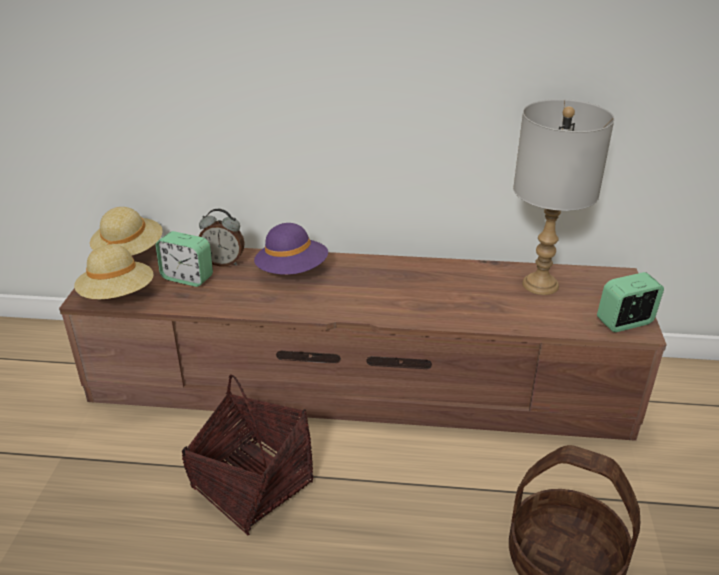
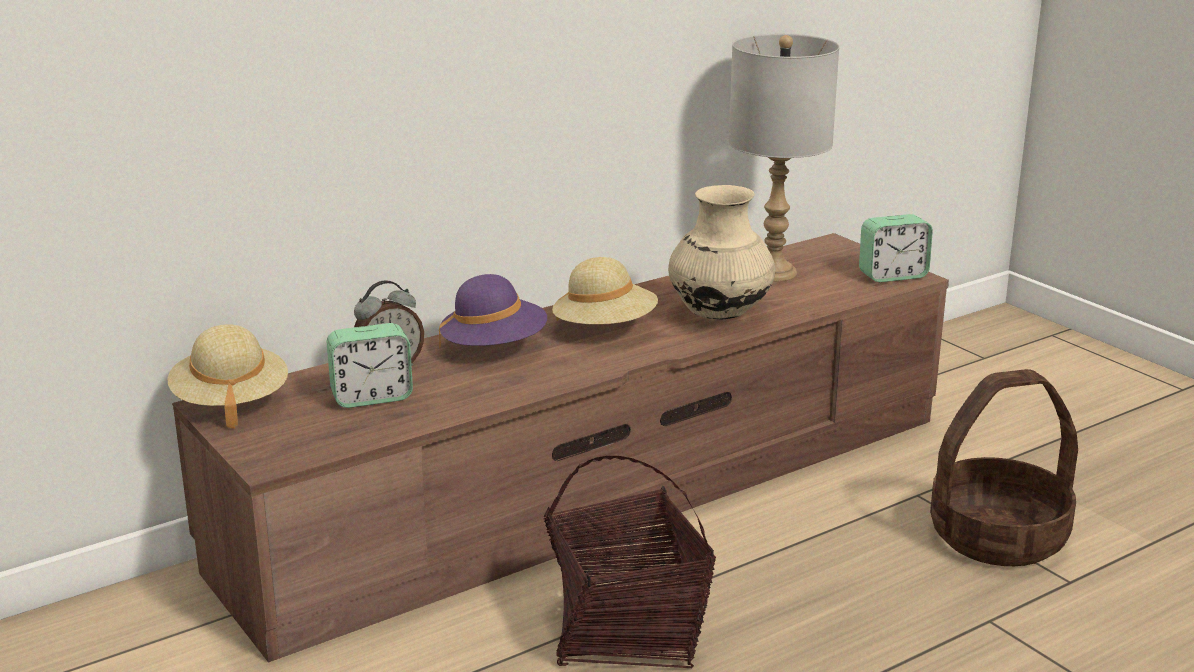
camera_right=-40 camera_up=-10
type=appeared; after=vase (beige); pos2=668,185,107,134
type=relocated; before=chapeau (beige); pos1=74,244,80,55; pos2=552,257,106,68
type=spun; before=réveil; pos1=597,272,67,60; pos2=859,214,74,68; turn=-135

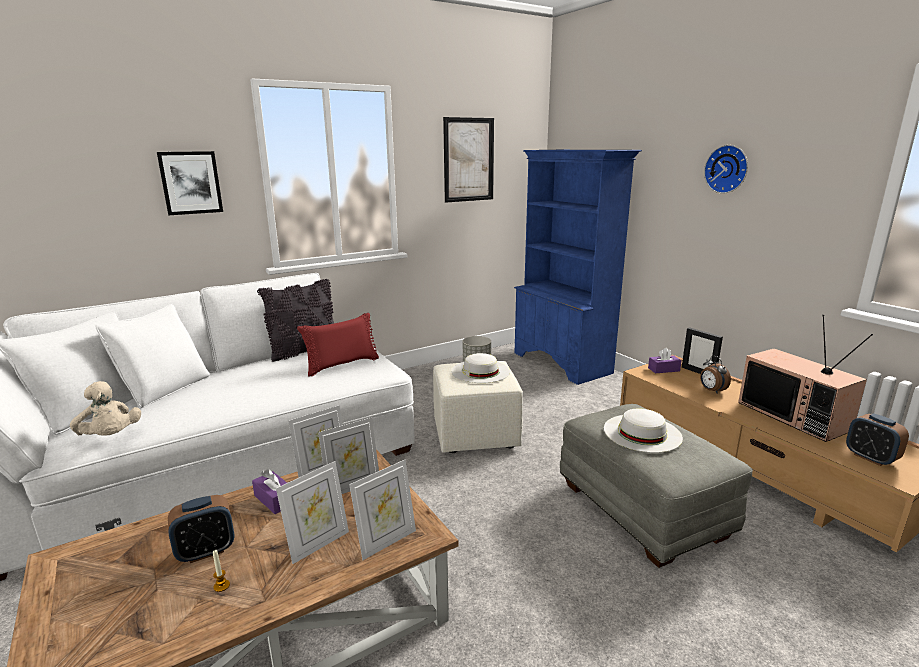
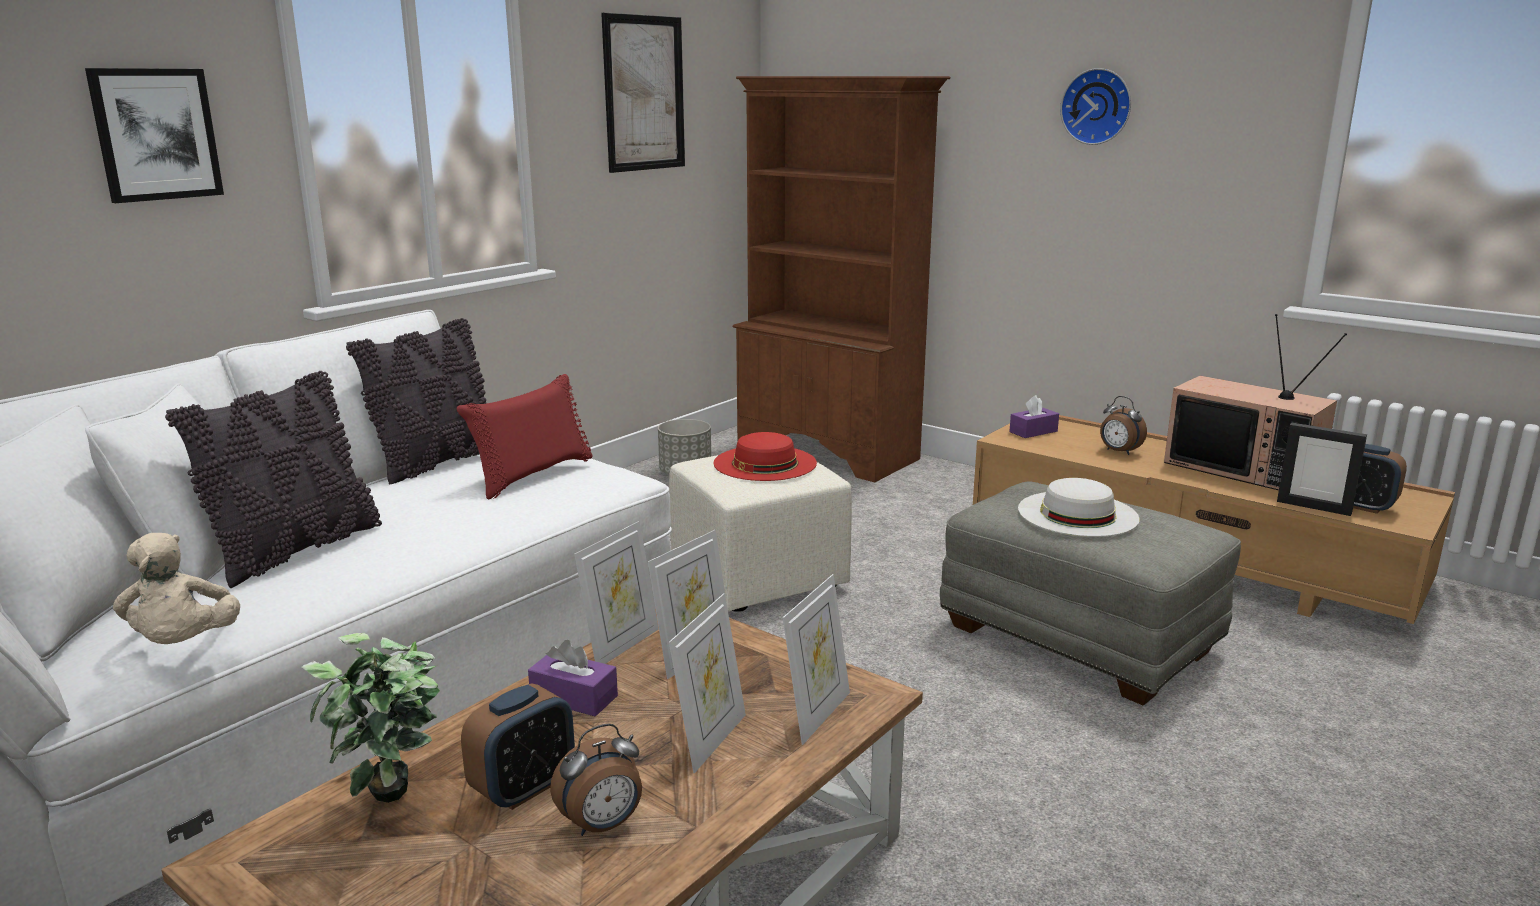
camera_right=-20 camera_up=0
type=appeared; after=coussin (noir); pos2=165,371,217,217
type=appeared; after=plante en pot; pos2=302,633,138,170
type=relocated; before=cadre photo; pos1=682,327,41,47; pos2=1277,423,90,93
type=exchanged; before=bougie; after=réveil; pos1=213,550,17,42; pos2=550,723,92,113
type=colour; before=chapeau (blanc); after=chapeau (rouge); pos1=452,353,58,30; pos2=714,432,103,49
type=colour; before=bibliothèque (bleu); after=bibliothèque (marron); pos1=514,150,128,235; pos2=733,76,218,406
type=spun; before=peluche (beige); pos1=70,381,71,54; pos2=113,533,127,111; turn=45

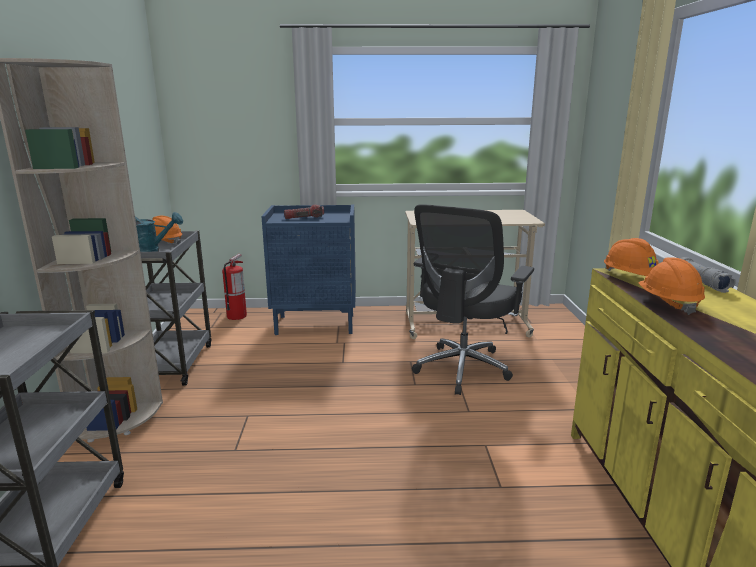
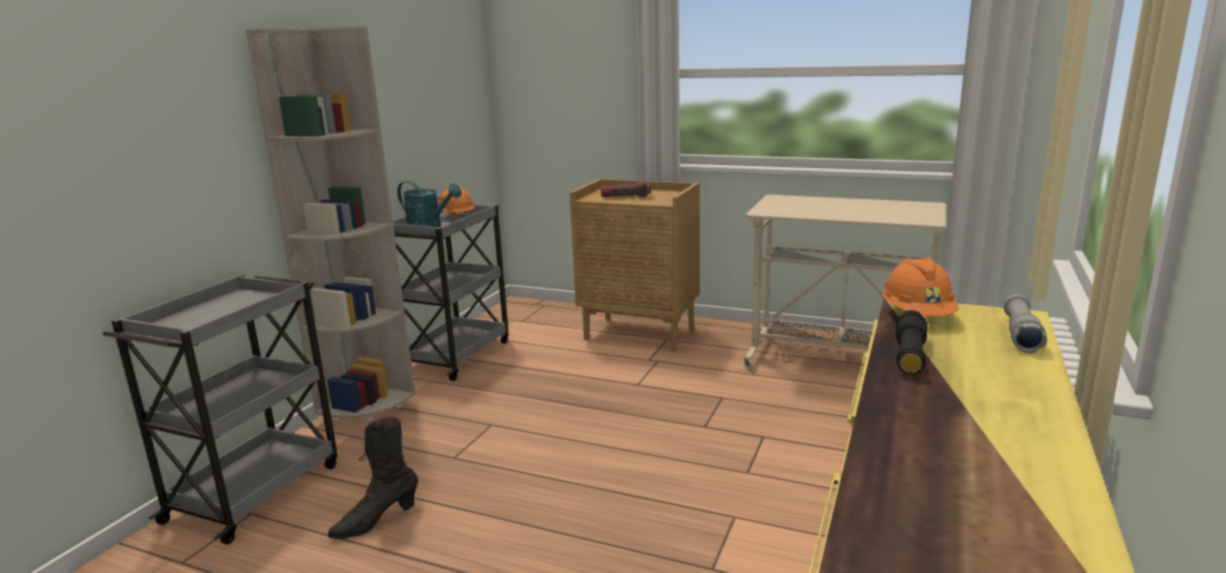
camera_right=25 camera_up=0
type=missing; before=extincteur; pos1=222,254,25,66
type=missing; before=chaise de bureau; pos1=412,204,122,191
type=appeared; after=botte (noir); pos2=328,417,91,122
type=exchanged; before=casque de chantier (orange); after=lampe de poche (noir); pos1=638,257,67,58; pos2=896,310,32,65
type=colour; before=meuble de rangement (bleu); after=meuble de rangement (marron); pos1=261,204,95,131; pos2=570,178,130,174

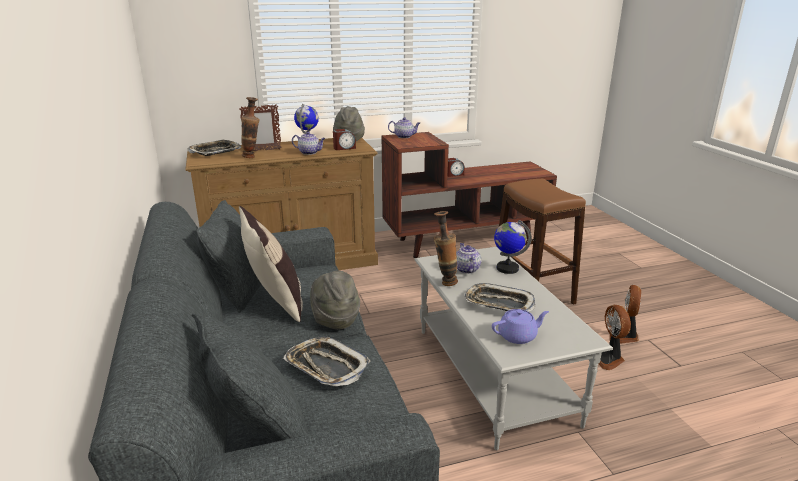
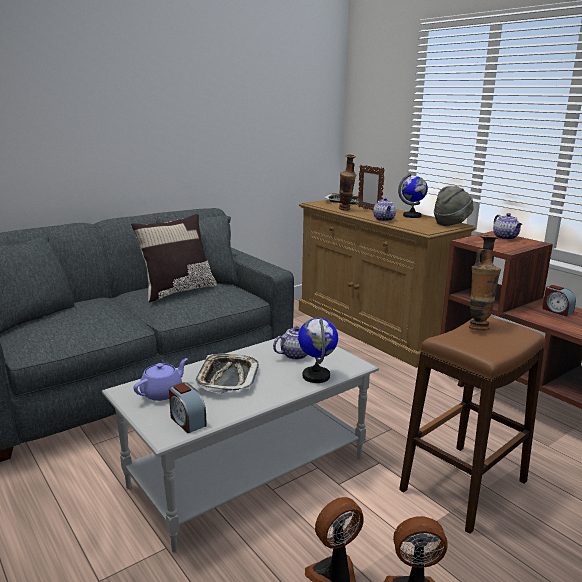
camera_right=70 camera_up=-5
type=missing; before=plateau; pos1=283,337,87,49
type=missing; before=chapeau (gris); pos1=310,270,50,59
type=relocated; before=réveil; pos1=333,129,23,21; pos2=169,382,38,51
type=relocated; before=vase; pos1=433,211,25,75; pos2=469,235,32,96
type=spun; before=théière (violet); pos1=492,309,57,35; pos2=134,358,54,43; turn=-105

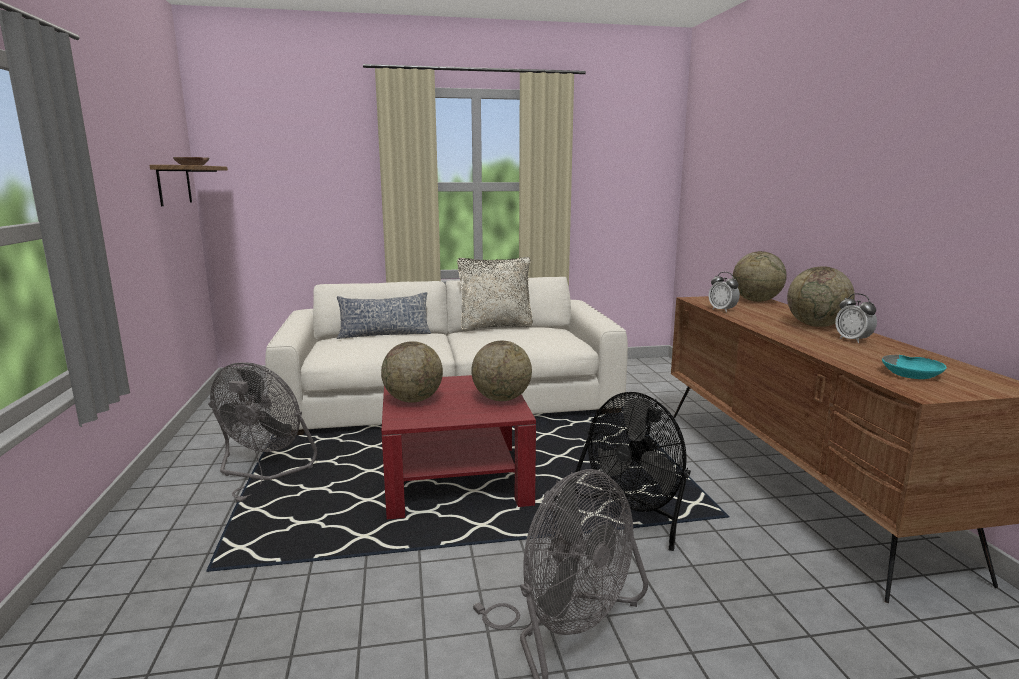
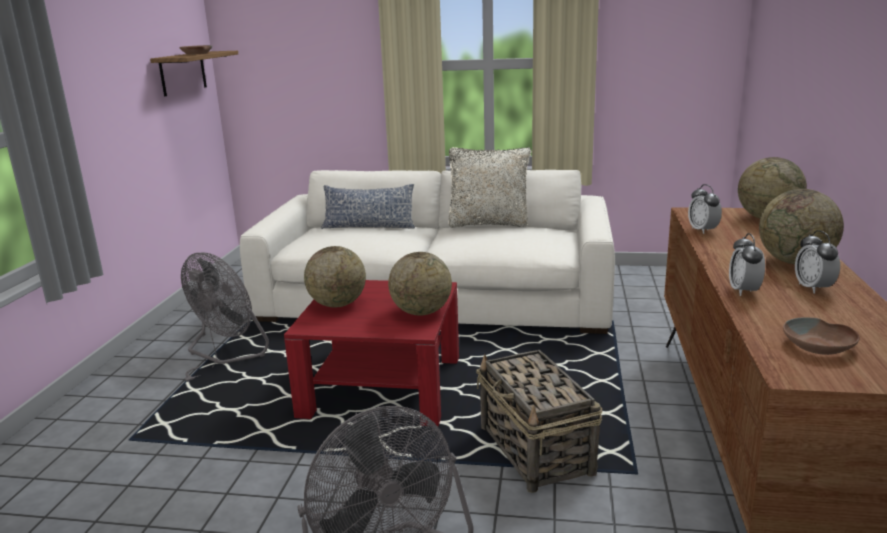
camera_right=20 camera_up=5
type=appeared; after=réveil; pos2=729,233,36,63
type=exchanged; before=ventilateur (noir); after=panier; pos1=575,392,116,159; pos2=476,350,126,143
type=colour; before=bol (turquoise); after=bol (marron); pos1=882,355,65,24; pos2=783,317,77,38

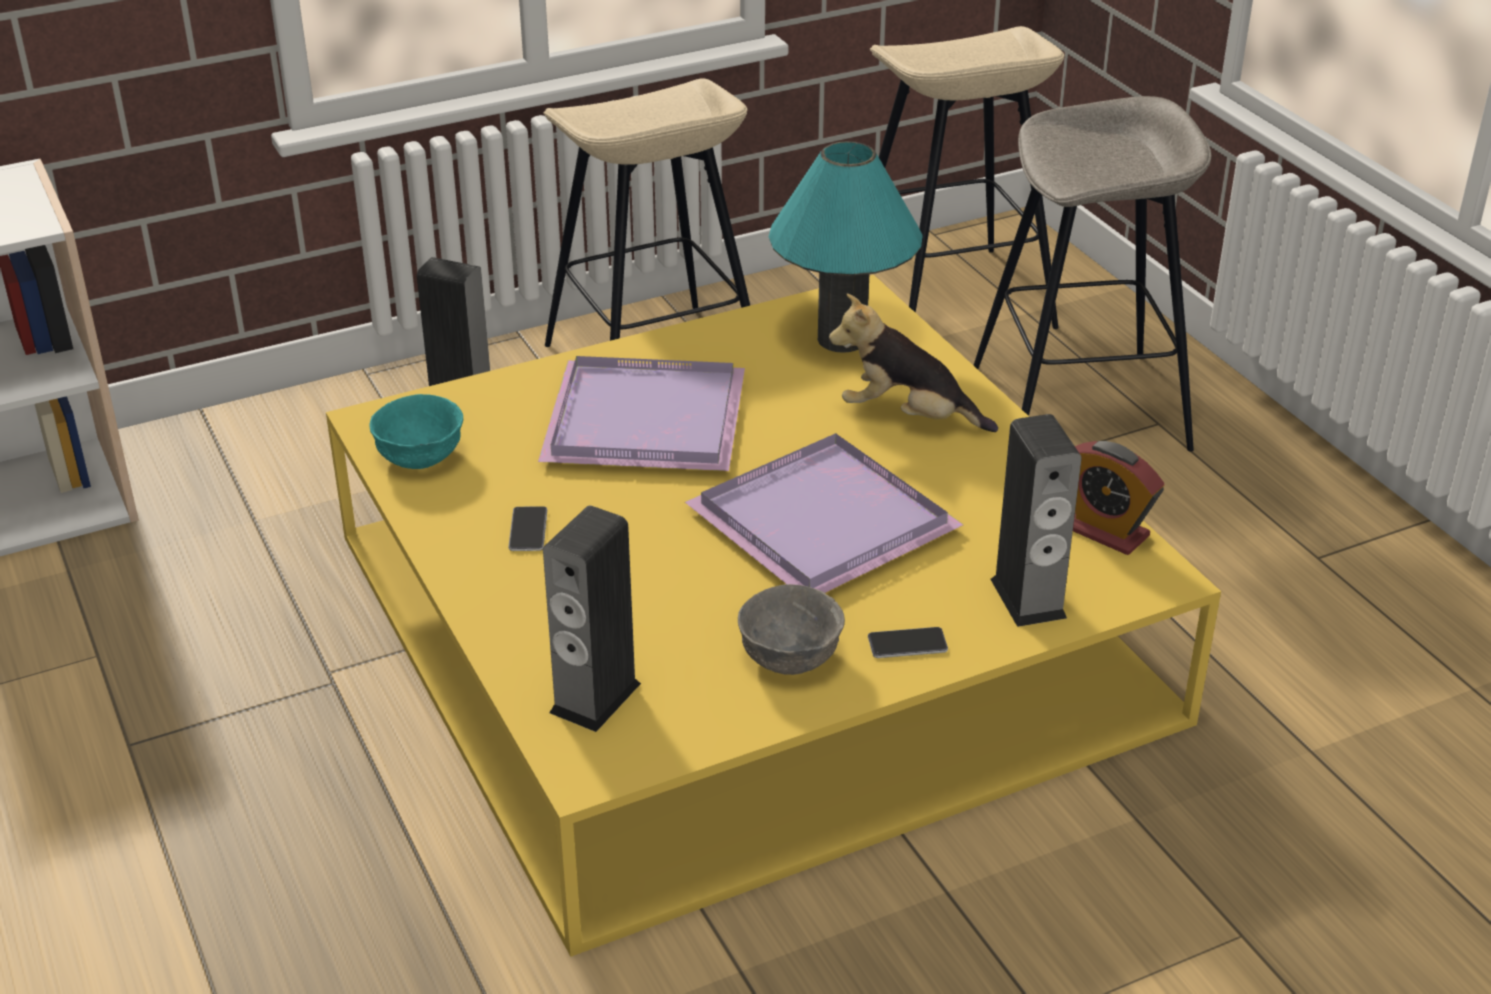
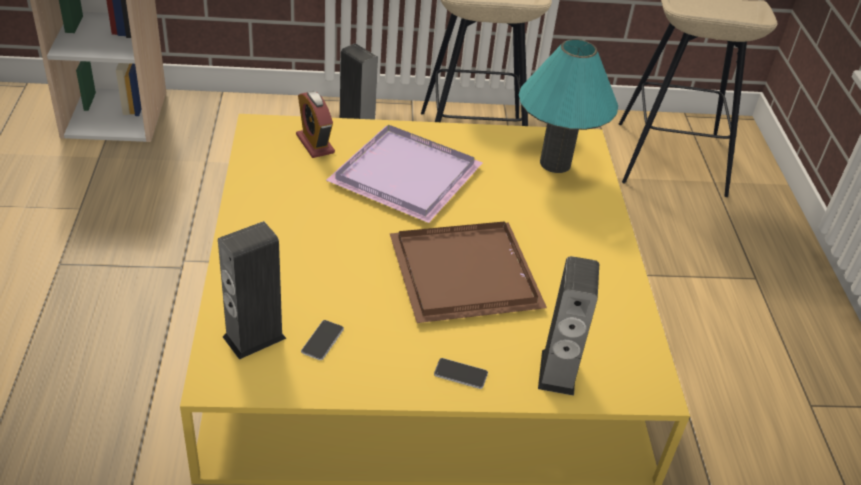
camera_right=20 camera_up=5
type=missing; before=bol (turquoise); pos1=369,394,94,75
type=missing; before=bol (gris); pos1=738,584,107,91
type=missing; before=peluche; pos1=829,294,169,138
type=missing; before=tabouret (gris); pos1=973,96,238,356
type=relocated; before=téléphone; pos1=508,506,39,45; pos2=301,320,43,40
type=relocated; before=réveil; pos1=1073,441,92,114; pos2=296,91,39,67
type=colour; before=plateau (violet); after=plateau (marron); pos1=685,433,279,160; pos2=390,221,157,102

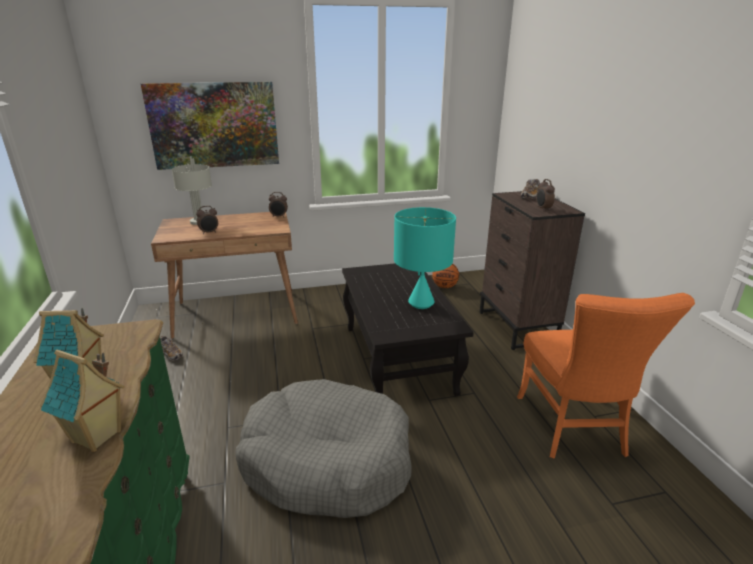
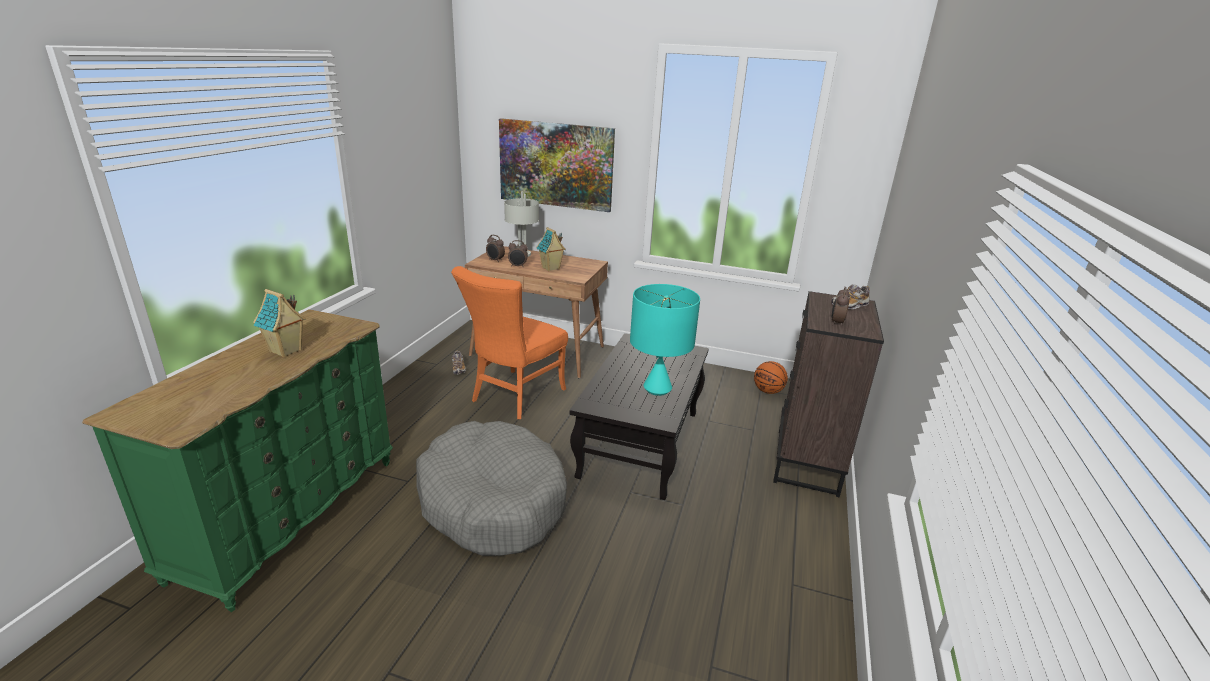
camera_right=30 camera_up=0
type=relocated; before=maison miniature; pos1=40,350,85,102; pos2=536,227,30,44
type=relocated; before=réveil; pos1=269,192,19,25; pos2=486,235,19,27
type=relocated; before=chaise (orange); pos1=517,293,178,166; pos2=451,266,117,153

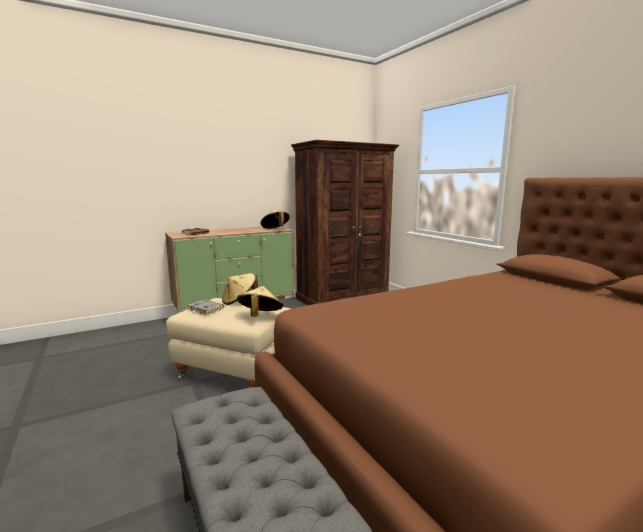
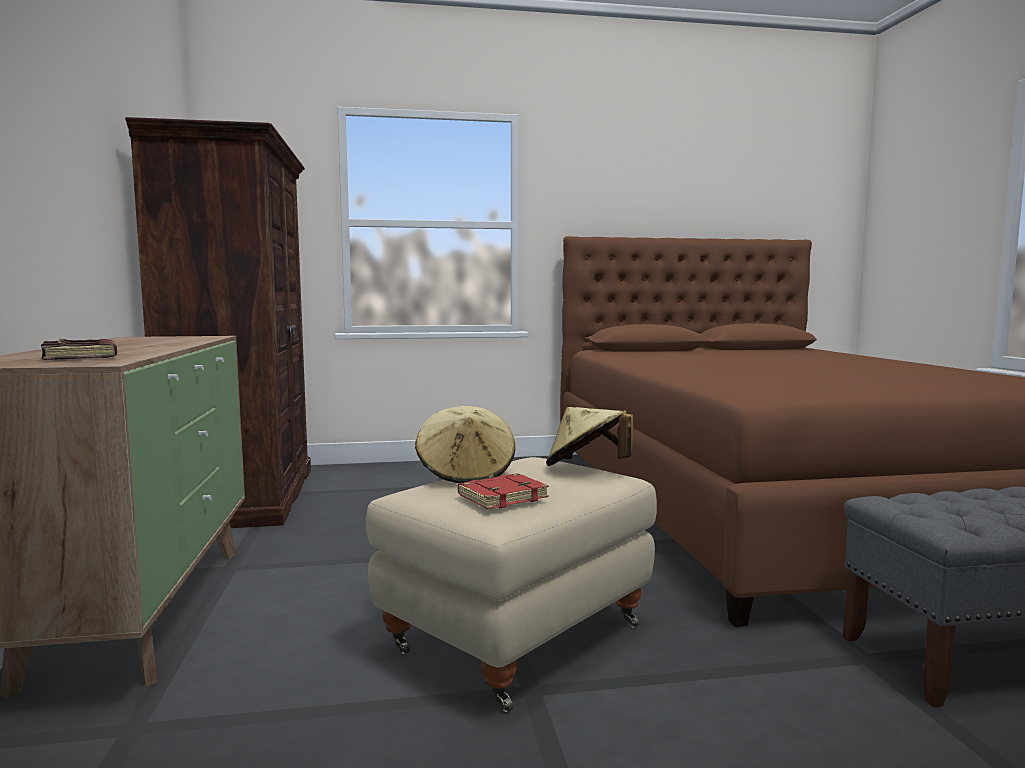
camera_right=-70 camera_up=-5
type=missing; before=chapeau (beige); pos1=260,210,30,19
type=colour; before=livre (gris); after=livre (rouge); pos1=188,299,36,16; pos2=458,473,91,36

